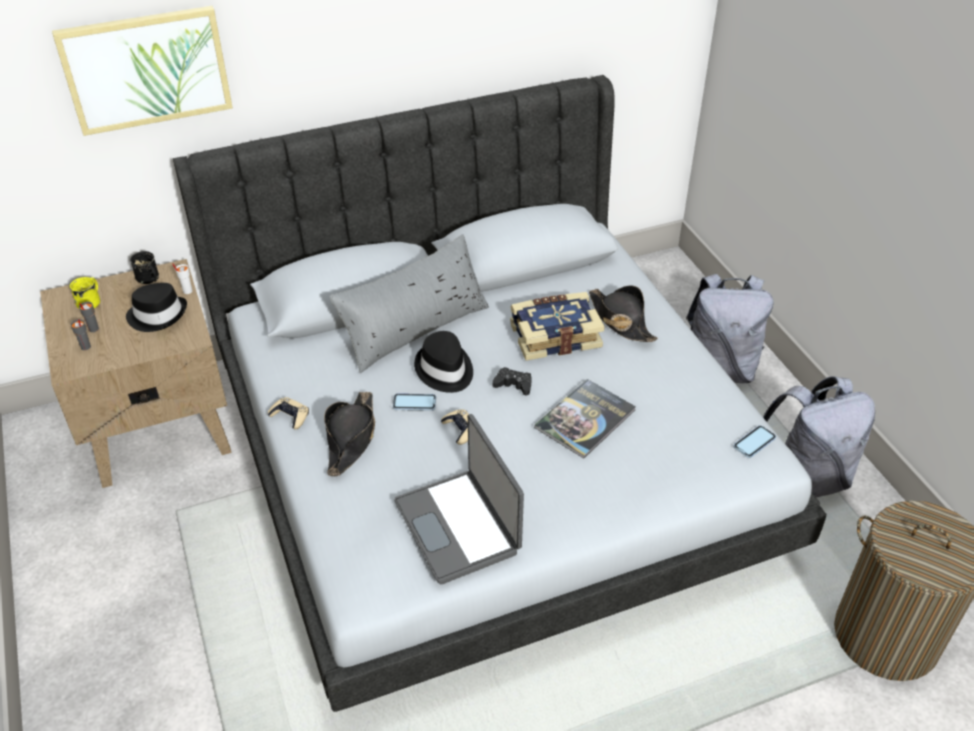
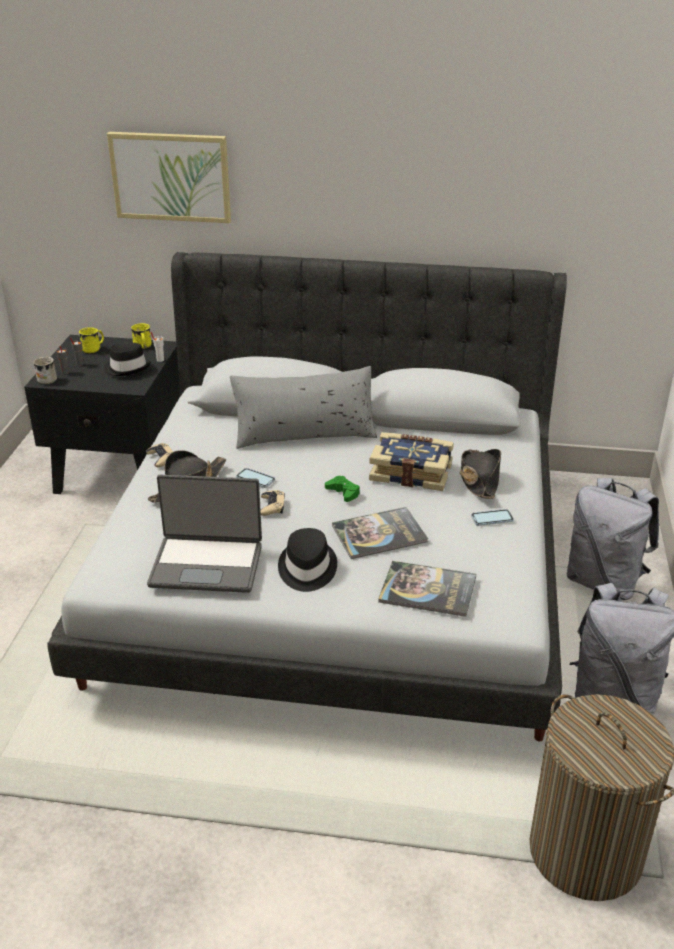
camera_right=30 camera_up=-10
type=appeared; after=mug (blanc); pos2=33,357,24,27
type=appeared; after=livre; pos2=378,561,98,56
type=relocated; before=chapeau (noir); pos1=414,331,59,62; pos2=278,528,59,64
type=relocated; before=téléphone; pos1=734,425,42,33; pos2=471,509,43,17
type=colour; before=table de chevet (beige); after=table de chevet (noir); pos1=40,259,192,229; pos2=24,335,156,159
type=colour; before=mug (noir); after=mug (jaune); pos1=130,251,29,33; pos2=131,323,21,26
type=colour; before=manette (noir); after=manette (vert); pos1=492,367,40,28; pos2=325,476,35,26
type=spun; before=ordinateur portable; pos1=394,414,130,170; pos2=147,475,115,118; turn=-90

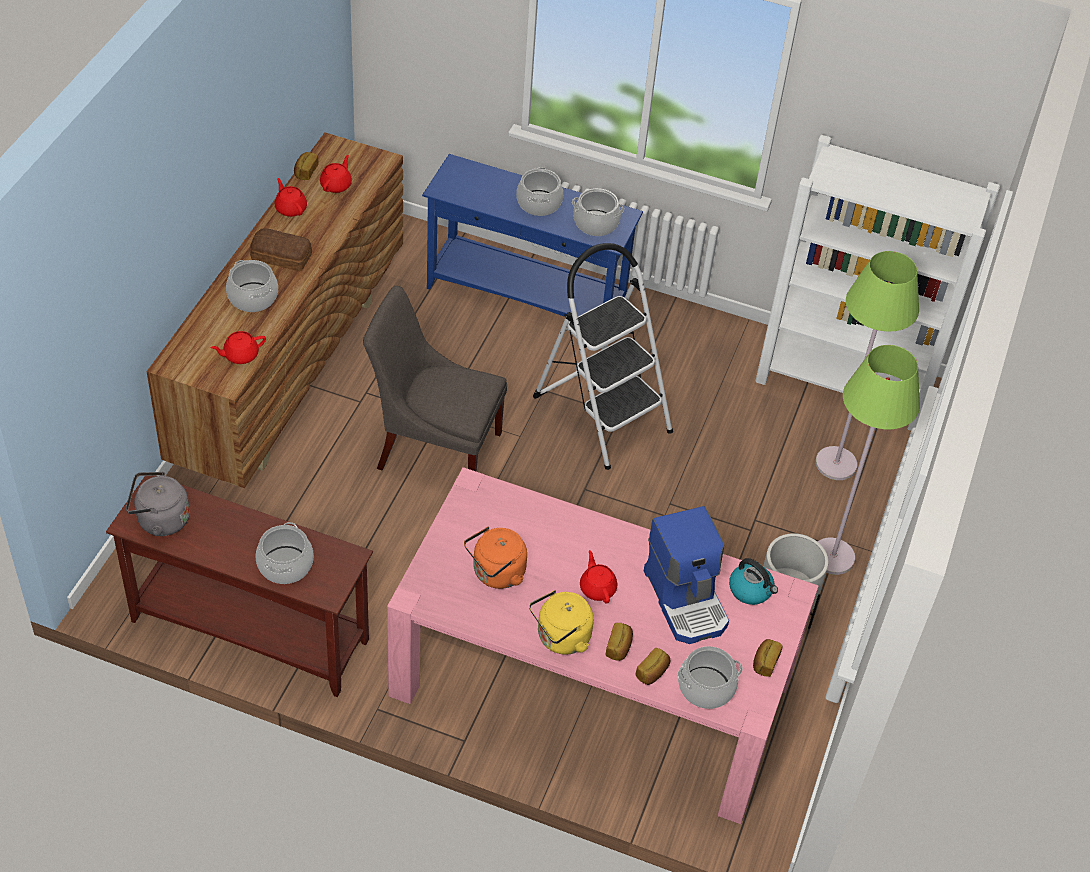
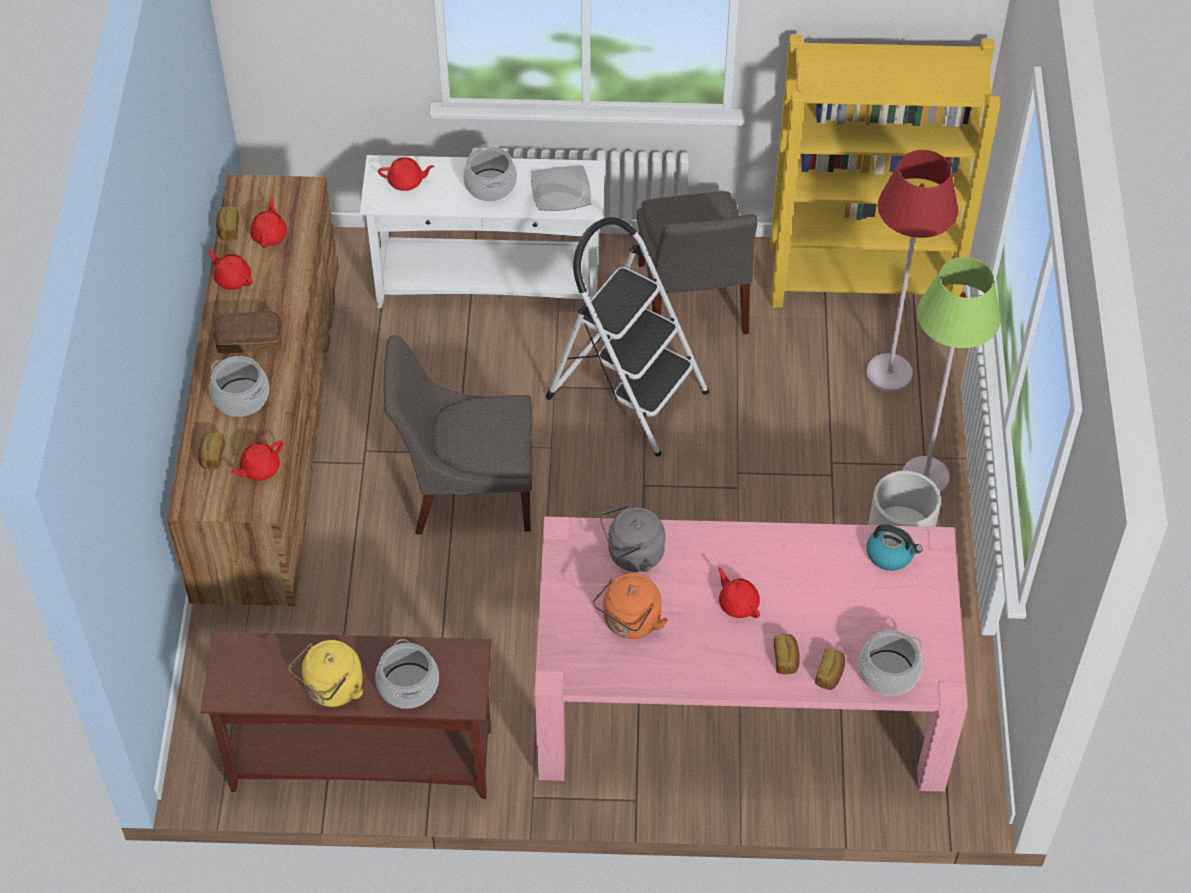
camera_right=-15 camera_up=5
type=missing; before=machine à café; pos1=644,506,85,138
type=appeared; after=théière (rouge); pos2=378,157,56,34
type=appeared; after=chaise (gris); pos2=637,191,121,143
type=relocated; before=bouilloire (gris); pos1=126,472,64,64; pos2=600,504,65,68
type=relocated; before=bouilloire (jaune); pos1=529,590,65,65; pos2=289,640,74,67
type=relocated; before=pain; pos1=753,639,30,38; pos2=198,432,28,38
type=exchanged; before=marmite; after=assiette; pos1=572,188,52,48; pos2=531,165,60,46
type=colour; before=table console (bleu); after=table console (blanc); pos1=422,154,221,163; pos2=359,155,246,153
type=colour; before=bibliothèque (blanc); after=bibliothèque (jaune); pos1=755,135,245,296; pos2=770,35,230,273
type=colour; before=lampadaire (vert); after=lampadaire (rouge); pos1=815,251,104,229; pos2=866,150,92,242

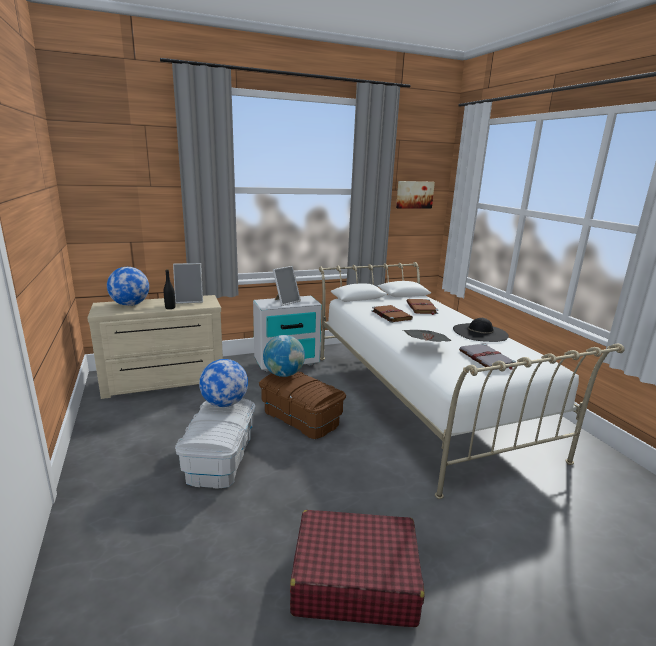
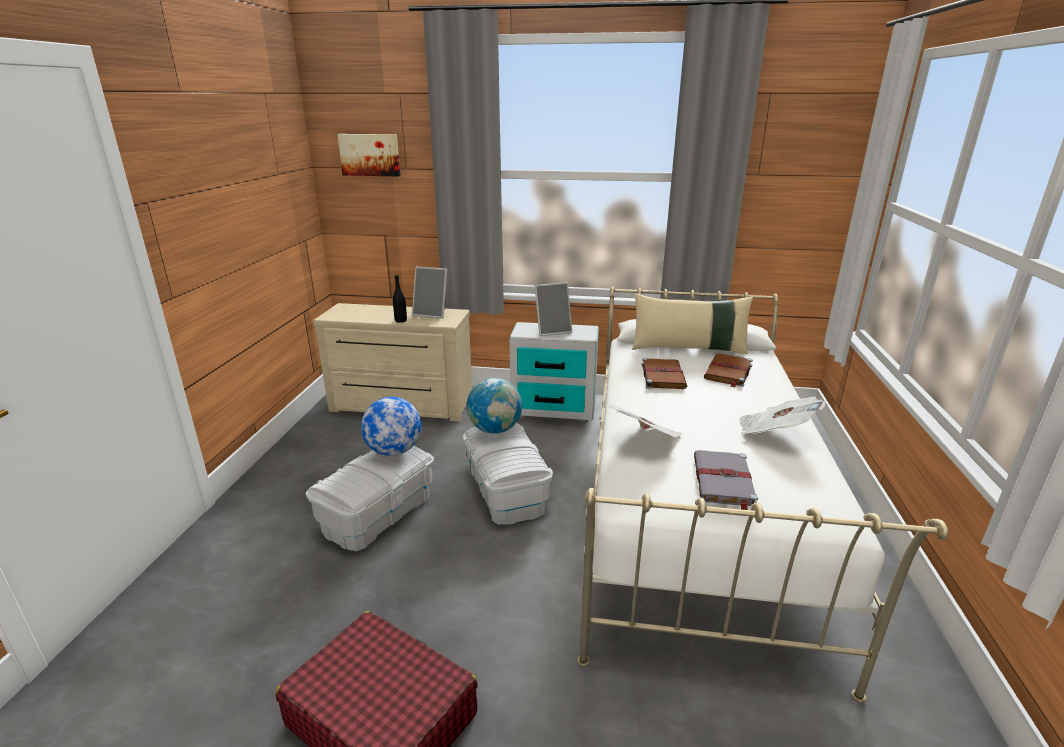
camera_right=30 camera_up=5
type=missing; before=globe; pos1=107,267,42,39
type=appeared; after=coussin (beige); pos2=632,293,121,62
type=relocated; before=tableau; pos1=396,181,39,27; pos2=337,134,64,43
type=exchanged; before=chapeau (noir); after=journal; pos1=453,318,56,24; pos2=739,397,86,38
type=colour; before=boîte de rangement (marron); after=boîte de rangement (blanc); pos1=259,372,87,67; pos2=463,423,90,102

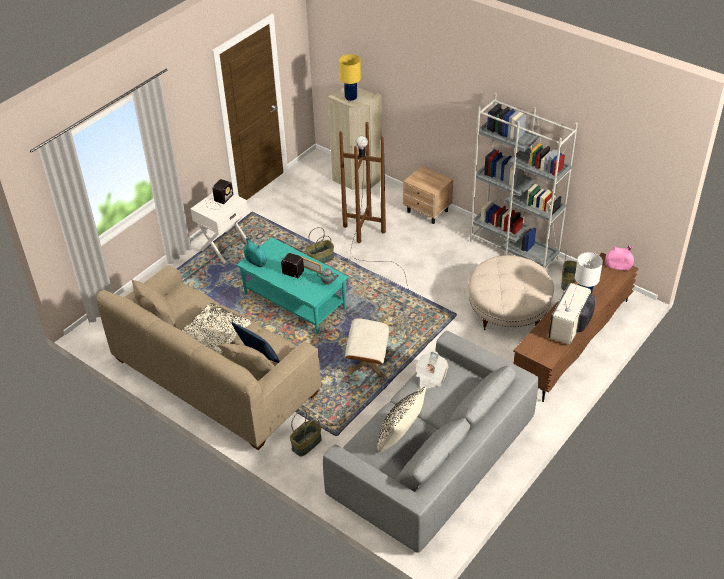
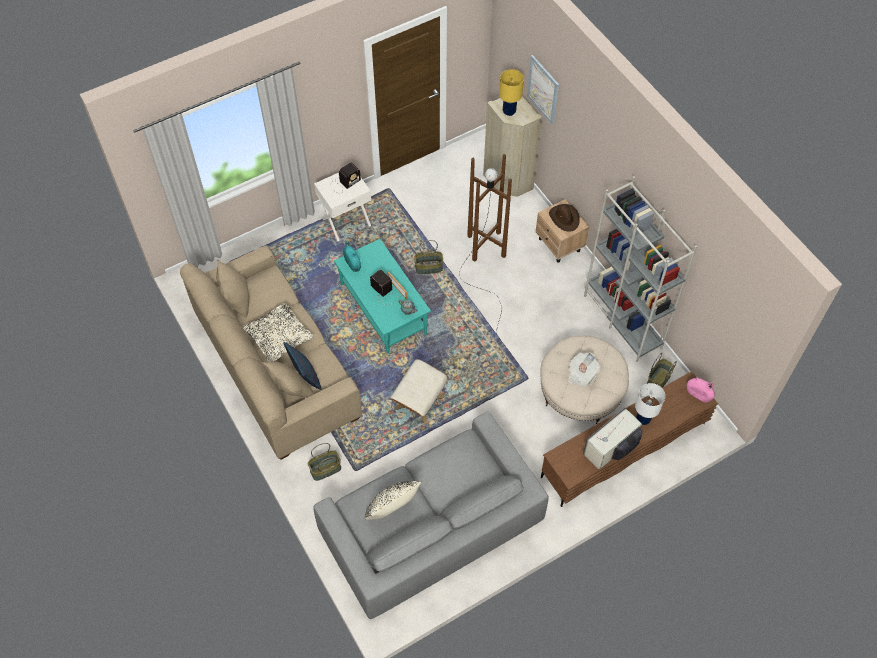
camera_right=20 camera_up=15
type=appeared; after=tableau; pos2=527,55,32,70
type=appeared; after=chapeau (marron); pos2=549,204,31,28
type=relocated; before=journal; pos1=415,351,34,38; pos2=568,353,32,34

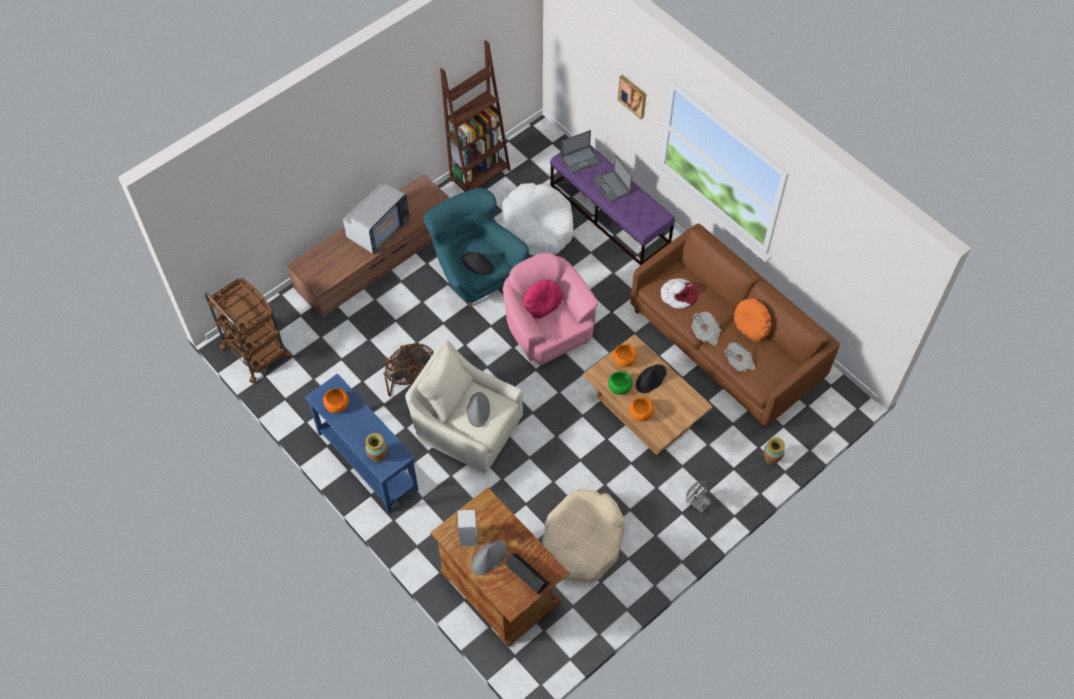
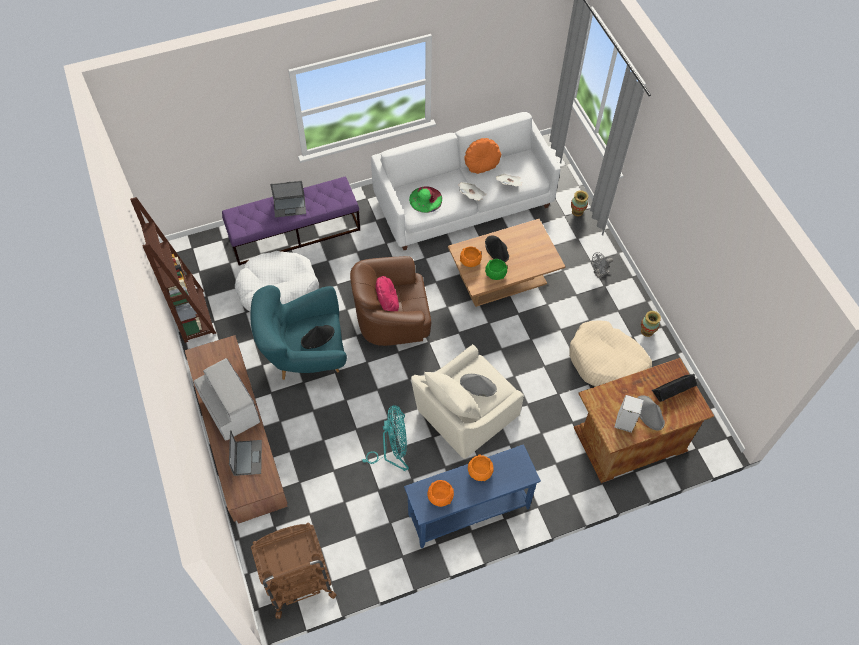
camera_right=-70 camera_up=0
type=missing; before=tableau; pos1=618,75,28,44
type=relocated; before=vase; pos1=365,433,22,30; pos2=641,311,20,26
type=relocated; before=ordinateur portable; pos1=561,130,39,44; pos2=229,430,33,46
type=relocated; before=bol (orange); pos1=630,397,24,25; pos2=468,454,26,27
type=colour; before=ventilateur (marron); after=ventilateur (turquoise); pos1=383,344,51,52; pos2=362,405,47,66
type=colour; before=fauteuil (rose); after=fauteuil (marron); pos1=503,253,95,113; pos2=350,256,81,90
type=colour; before=canapé (marron); after=canapé (blanc); pos1=630,223,210,204; pos2=371,112,190,138
type=colour; before=chapeau (blanc); after=chapeau (vert); pos1=660,278,38,31; pos2=409,186,33,27

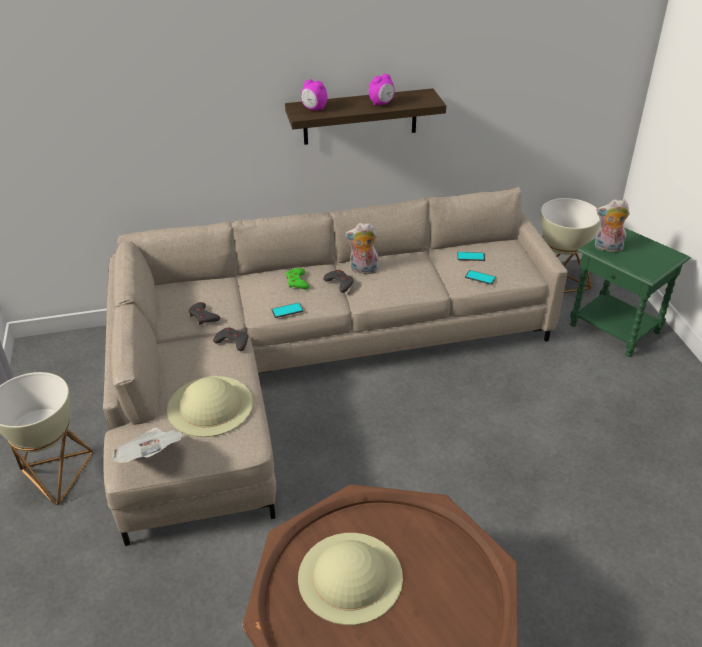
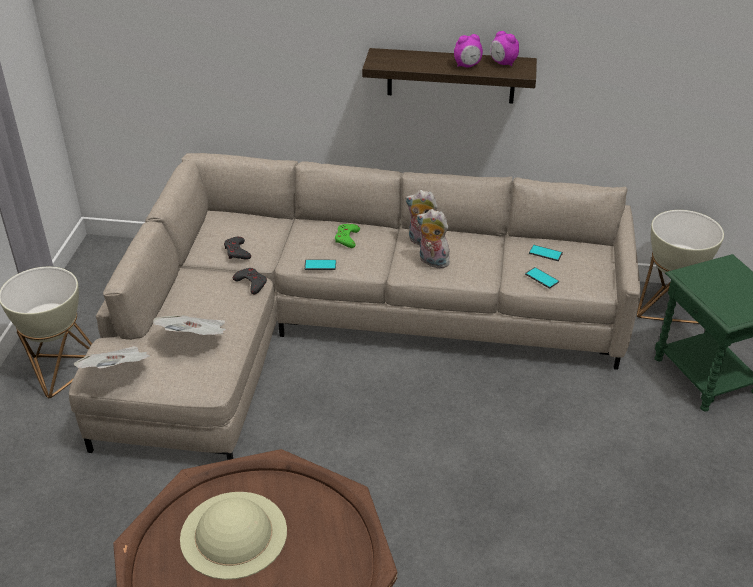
camera_right=20 camera_up=0
type=missing; before=manette (gris); pos1=323,270,31,23
type=relocated; before=réveil; pos1=301,79,26,32; pos2=491,31,28,35
type=relocated; before=peluche; pos1=595,199,35,53; pos2=417,209,33,59
type=exchanged; before=chapeau (beige); after=journal; pos1=167,376,86,61; pos2=153,315,73,20

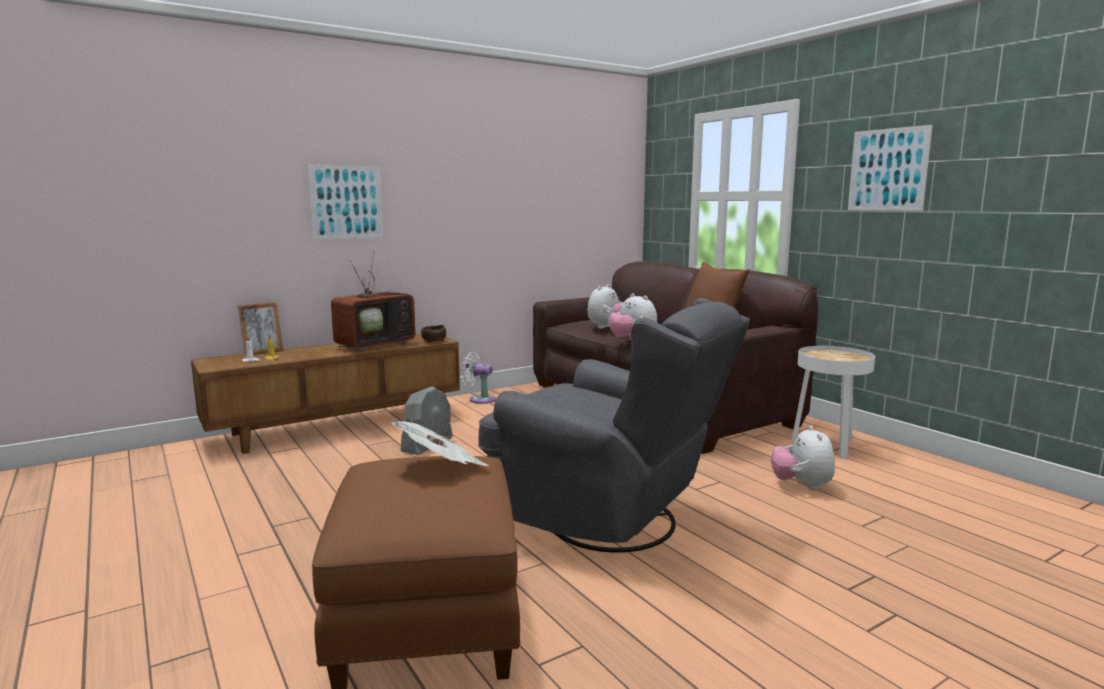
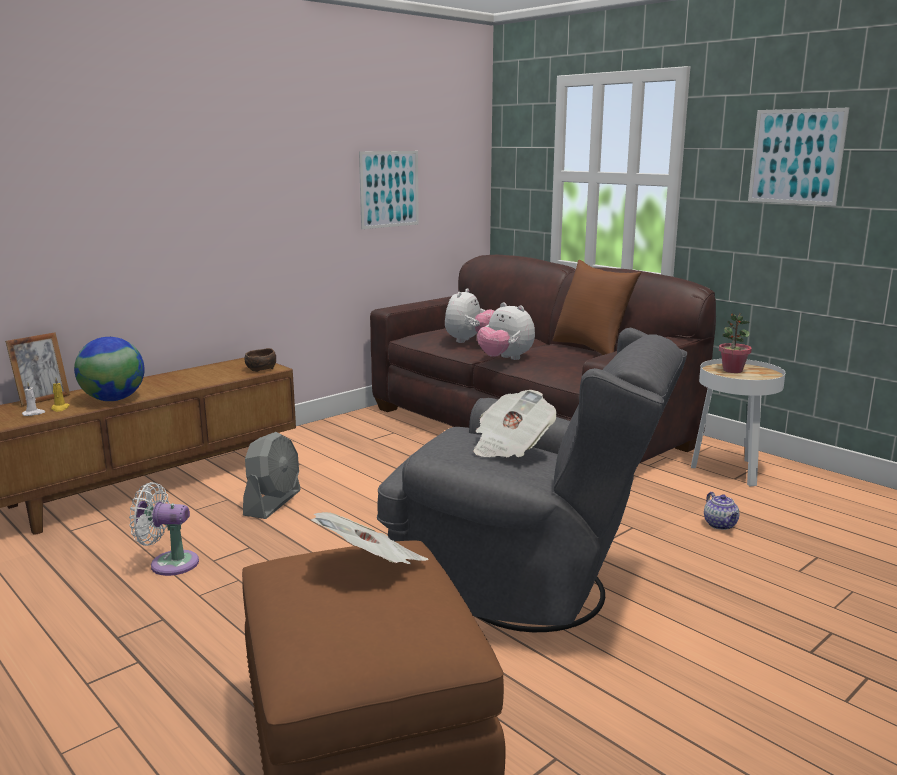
camera_right=-10 camera_up=5
type=missing; before=téléviseur; pos1=331,251,85,101
type=appeared; after=globe; pos2=74,337,70,64
type=appeared; after=journal; pos2=474,390,83,67
type=appeared; after=plante en pot; pos2=719,313,33,60
type=relocated; before=tableau; pos1=307,165,76,74; pos2=359,151,60,78
type=relocated; before=ventilateur (blanc); pos1=461,352,35,52; pos2=129,482,70,94
type=exchanged; before=peluche; after=théière; pos1=771,425,64,65; pos2=704,492,35,38

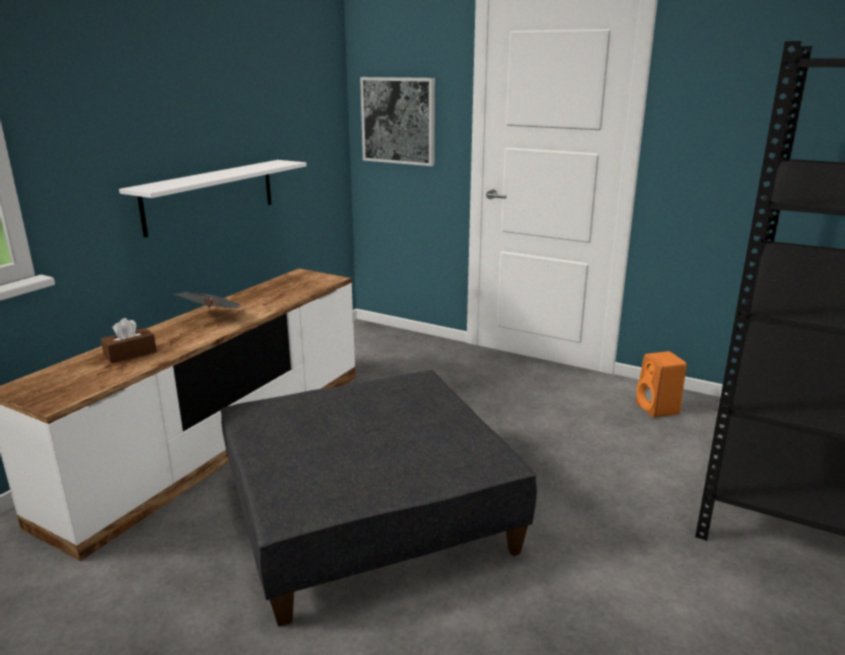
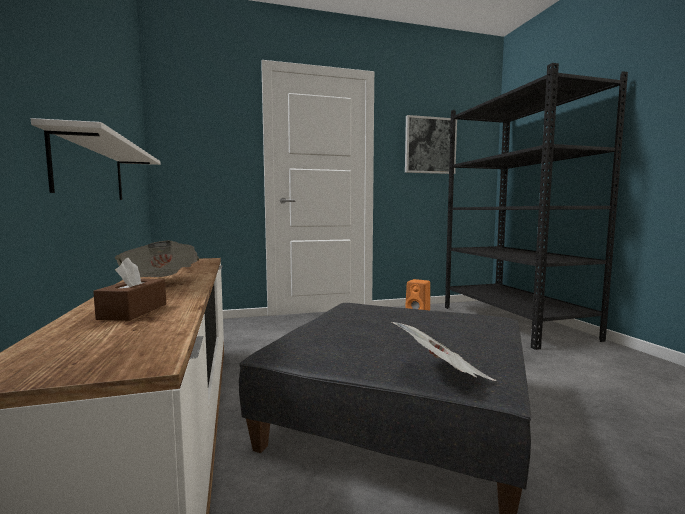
camera_right=-45 camera_up=-15
type=appeared; after=journal; pos2=392,322,104,59
type=relocated; before=tableau; pos1=360,77,75,89; pos2=405,115,52,59

